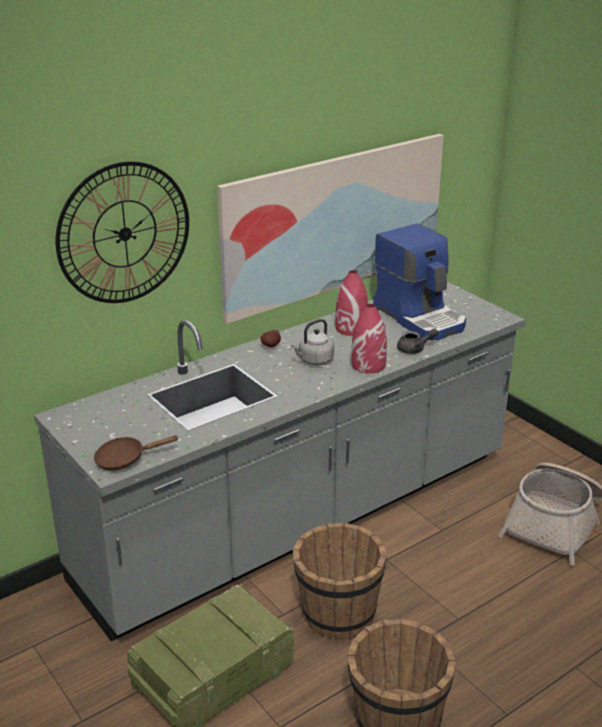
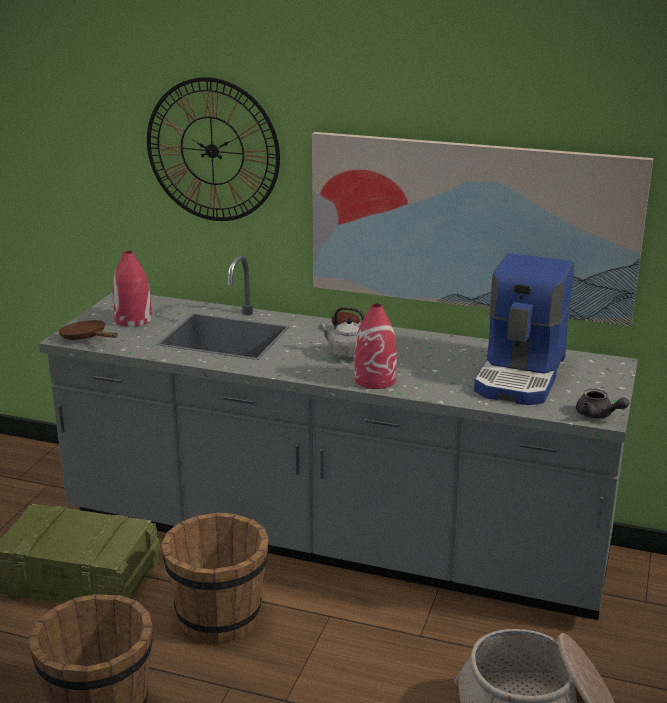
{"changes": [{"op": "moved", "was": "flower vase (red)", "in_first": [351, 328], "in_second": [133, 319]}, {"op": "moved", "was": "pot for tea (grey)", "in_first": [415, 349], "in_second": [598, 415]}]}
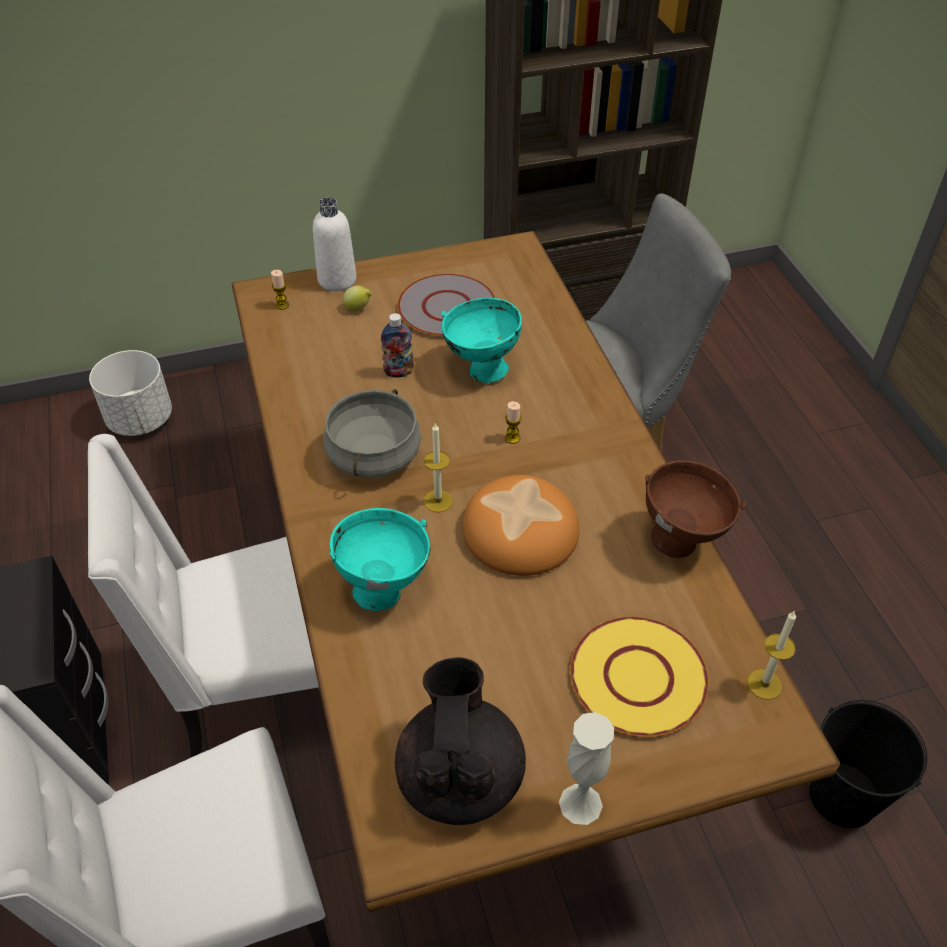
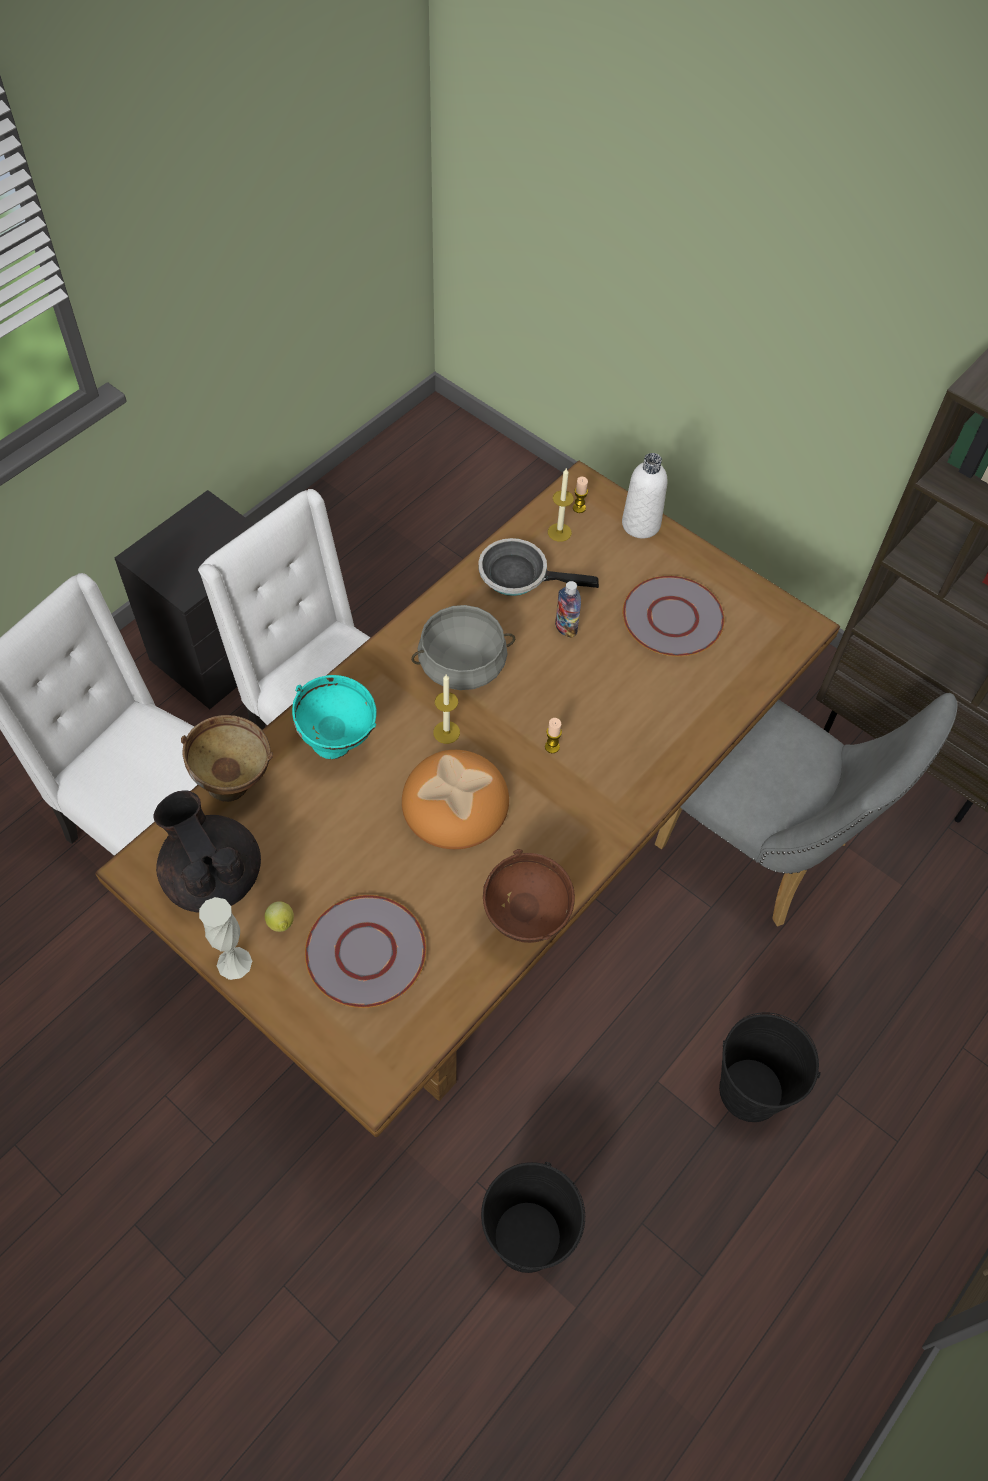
{"changes": [{"op": "moved", "was": "whole lemon", "in_first": [358, 309], "in_second": [281, 924]}, {"op": "removed", "was": "serving bowl (blue-green)", "in_first": [480, 369]}, {"op": "removed", "was": "plant pot (white)", "in_first": [140, 419]}, {"op": "moved", "was": "wax light", "in_first": [764, 684], "in_second": [559, 532]}, {"op": "recoloured", "was": "flat dish (yellow)", "now": "flat dish (grey)", "in_first": [638, 678], "in_second": [365, 953]}, {"op": "turned", "was": "pot for tea (black)", "in_first": [460, 776], "in_second": [213, 876], "clockwise": -90}, {"op": "added", "now": "frying pan", "in_second": [519, 575]}, {"op": "added", "now": "serving bowl (brown)", "in_second": [237, 785]}, {"op": "added", "now": "water bucket (black)", "in_second": [750, 1091]}]}
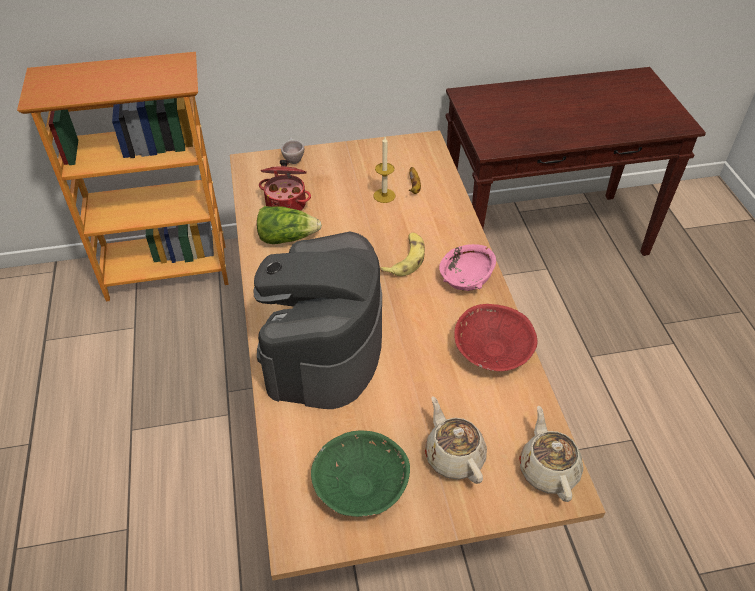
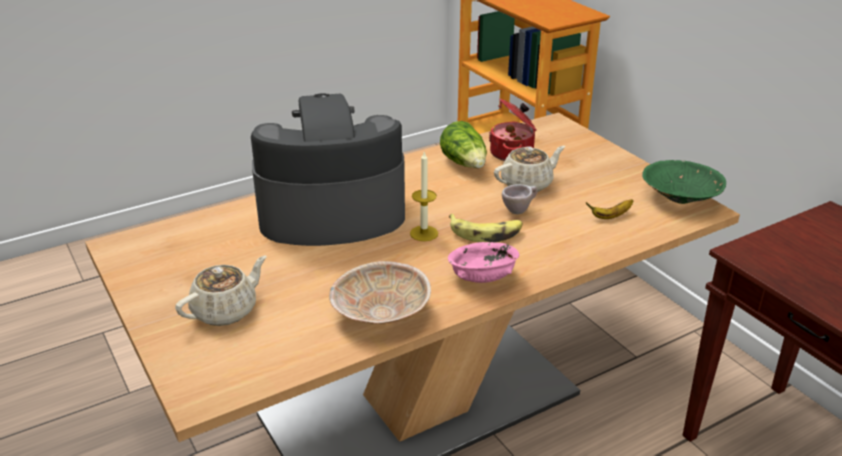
{"changes": [{"op": "moved", "was": "small cup (sand-coloured)", "in_first": [293, 159], "in_second": [519, 210]}, {"op": "moved", "was": "wax light", "in_first": [384, 195], "in_second": [424, 233]}, {"op": "recoloured", "was": "serving bowl (red)", "now": "serving bowl (sand-coloured)", "in_first": [492, 351], "in_second": [380, 313]}, {"op": "moved", "was": "pot for tea (sand-coloured)", "in_first": [548, 469], "in_second": [527, 184]}, {"op": "moved", "was": "serving bowl (green)", "in_first": [359, 485], "in_second": [679, 197]}]}
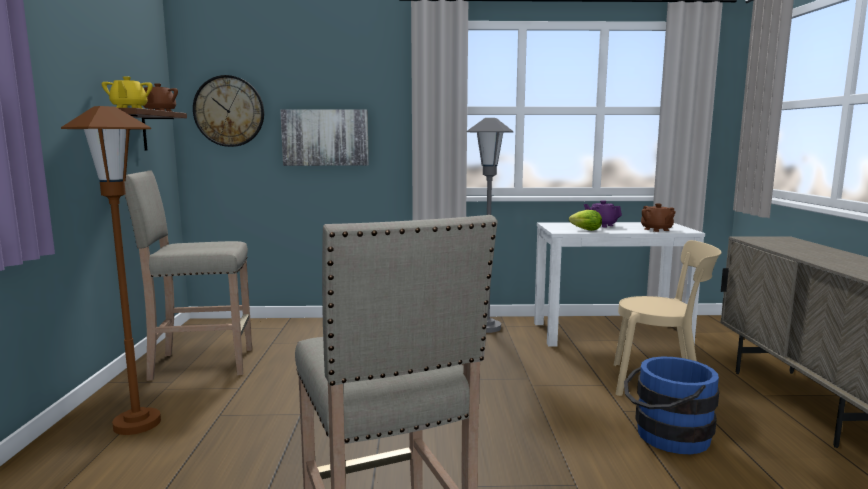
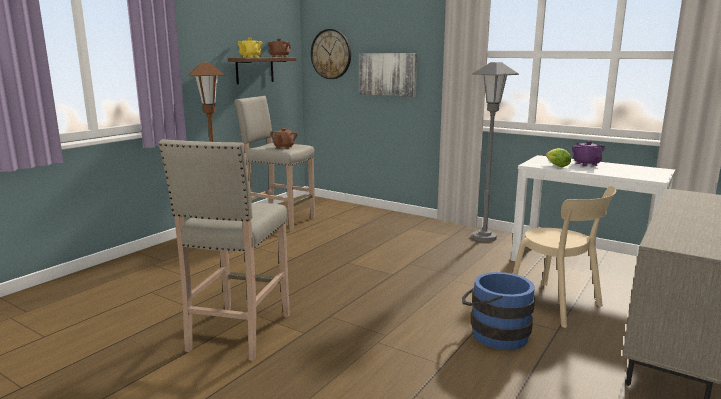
{"changes": [{"op": "moved", "was": "pot for tea (brown)", "in_first": [656, 230], "in_second": [284, 147]}]}
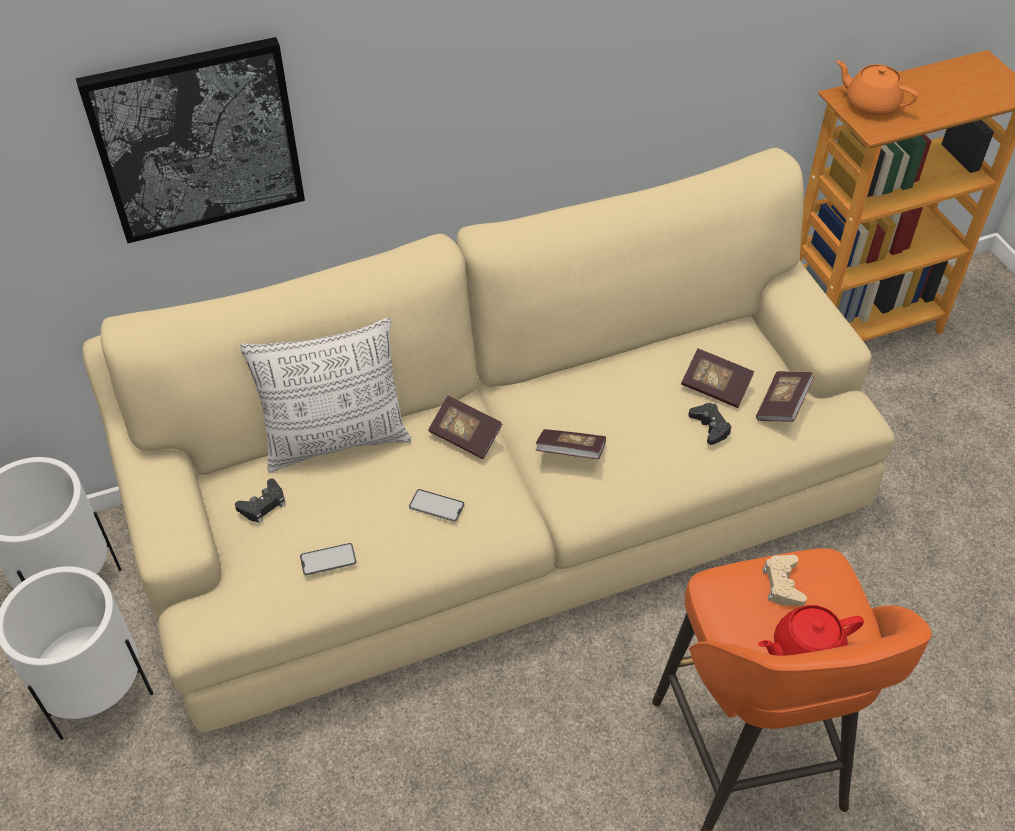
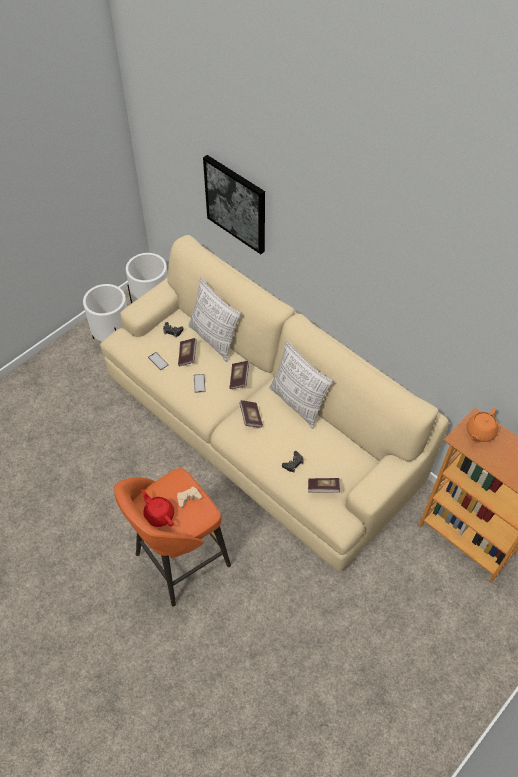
{"changes": [{"op": "turned", "was": "pot for tea (orange)", "in_first": [871, 104], "in_second": [480, 432], "clockwise": -150}, {"op": "moved", "was": "bound book", "in_first": [715, 387], "in_second": [187, 356]}, {"op": "added", "now": "throw pillow", "in_second": [297, 403]}]}
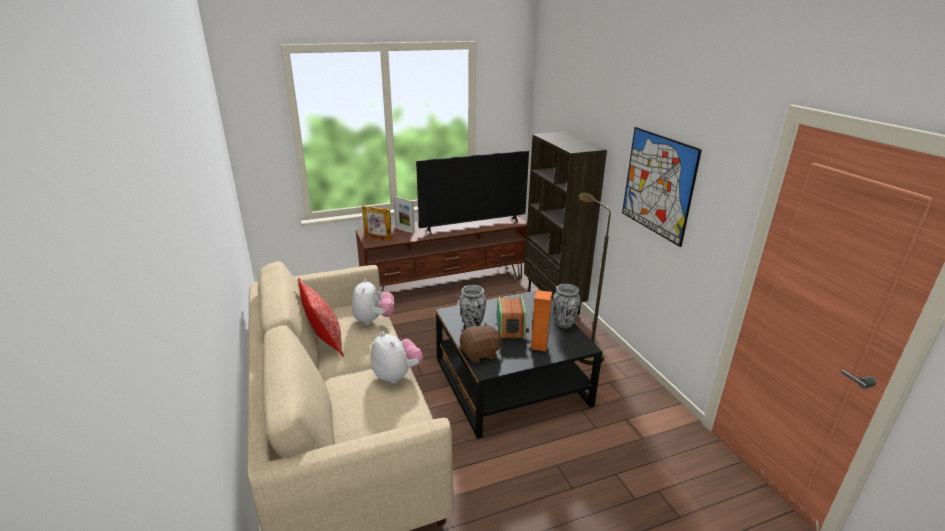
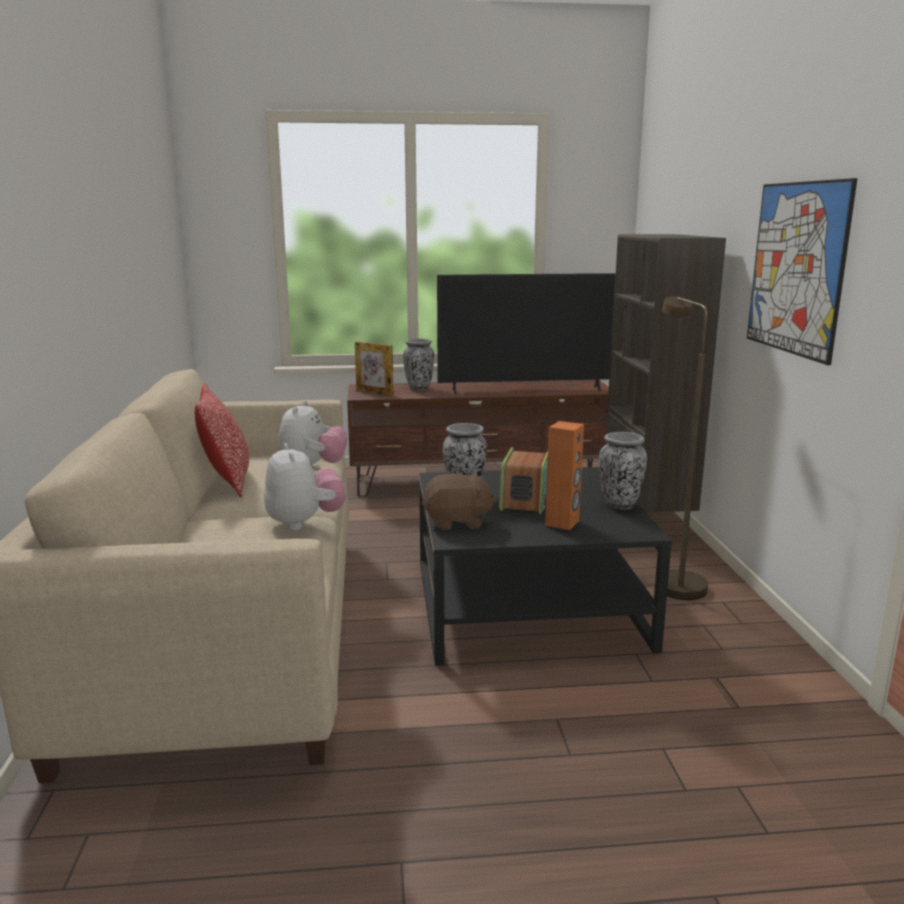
{"changes": [{"op": "replaced", "was": "picture frame", "now": "flower vase", "in_first": [405, 230], "in_second": [419, 388]}]}
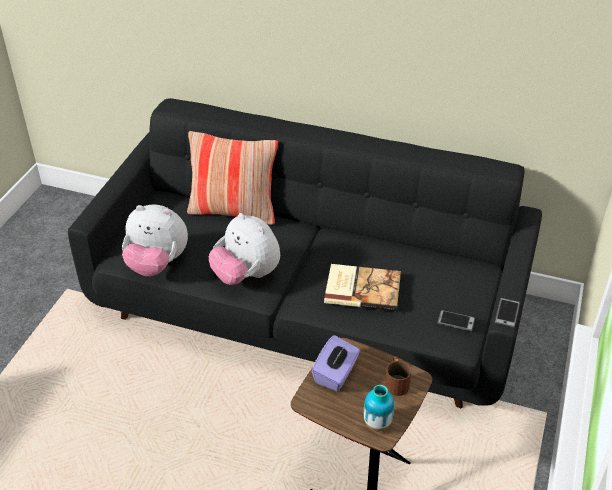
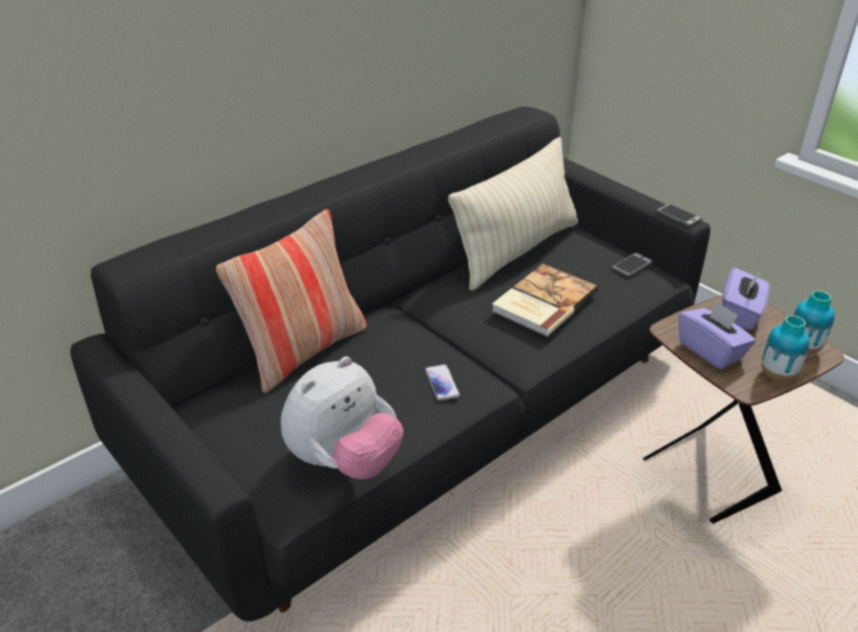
{"changes": [{"op": "replaced", "was": "plush toy", "now": "handset", "in_first": [246, 275], "in_second": [442, 383]}, {"op": "replaced", "was": "coffee mug (brown)", "now": "tissue box (purple-coloured)", "in_first": [396, 381], "in_second": [740, 314]}, {"op": "added", "now": "throw pillow (sand-coloured)", "in_second": [516, 250]}, {"op": "added", "now": "flower vase", "in_second": [777, 375]}]}
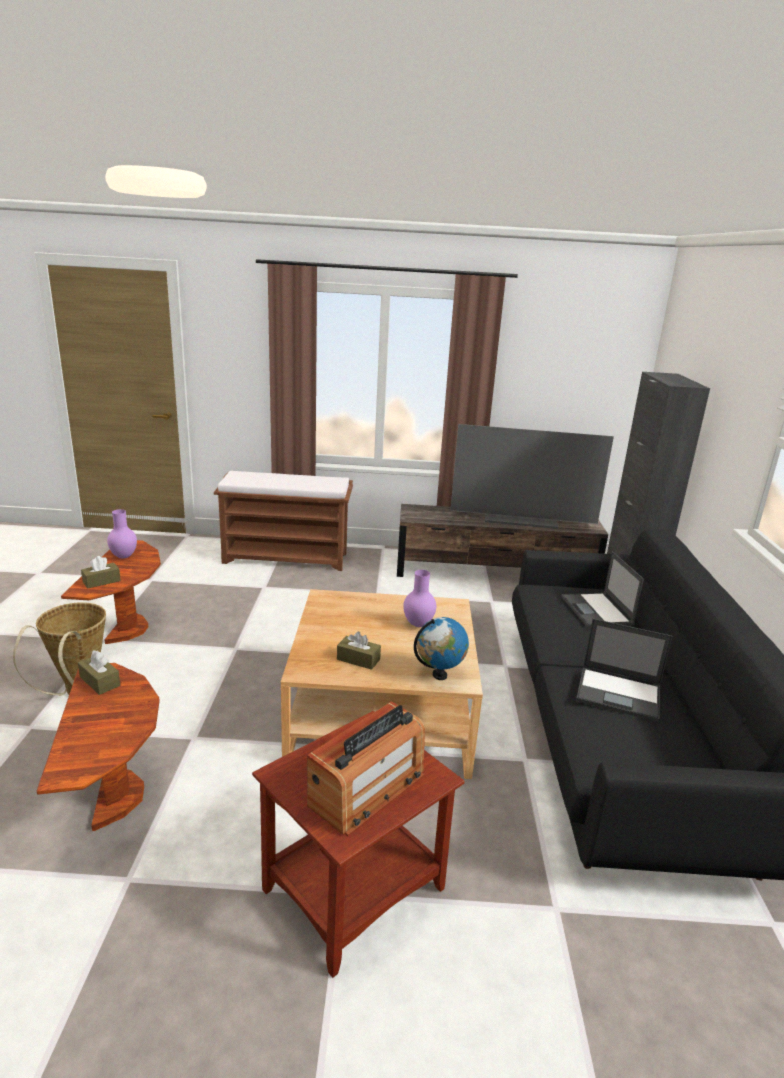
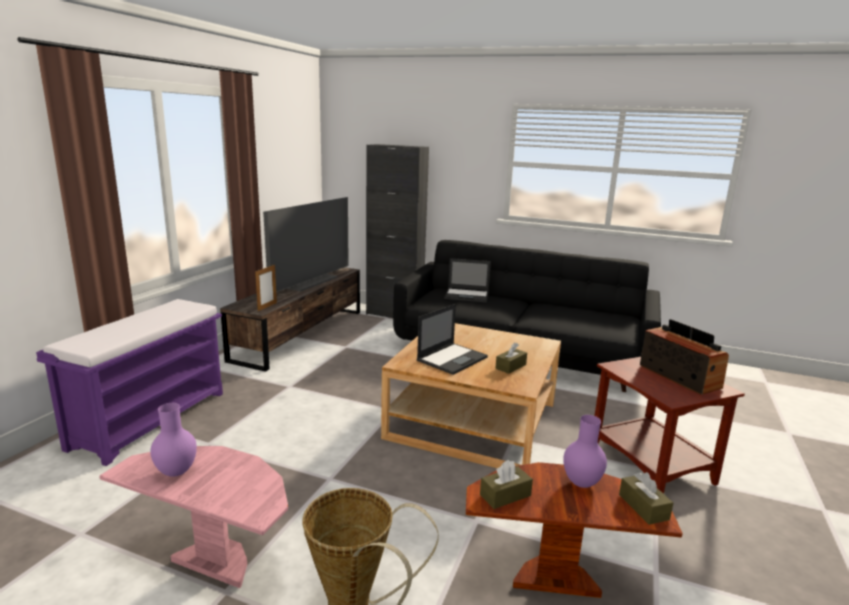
{"changes": [{"op": "recoloured", "was": "bench (brown)", "now": "bench (purple-coloured)", "in_first": [287, 557], "in_second": [151, 418]}, {"op": "recoloured", "was": "end table (brown)", "now": "end table (pink-coloured)", "in_first": [127, 629], "in_second": [215, 563]}, {"op": "moved", "was": "tissue box (brown)", "in_first": [101, 581], "in_second": [643, 507]}, {"op": "moved", "was": "flower vase (purple-coloured)", "in_first": [418, 624], "in_second": [580, 483]}, {"op": "removed", "was": "desk globe", "in_first": [439, 675]}, {"op": "moved", "was": "notebook computer", "in_first": [619, 694], "in_second": [452, 358]}, {"op": "added", "now": "picture frame", "in_second": [267, 307]}]}
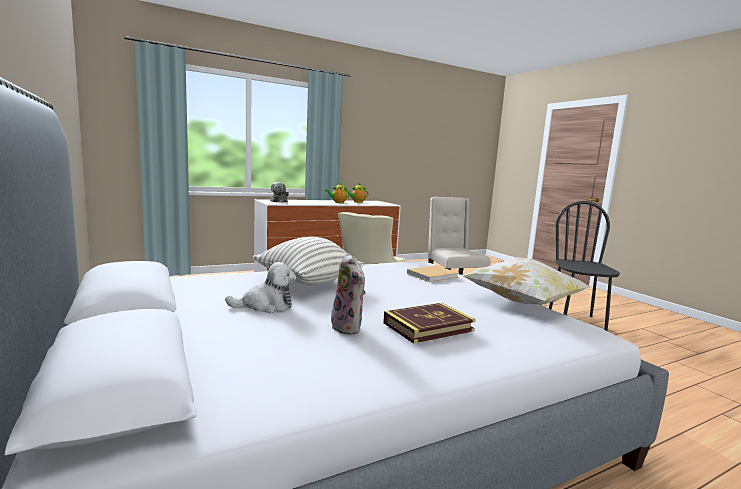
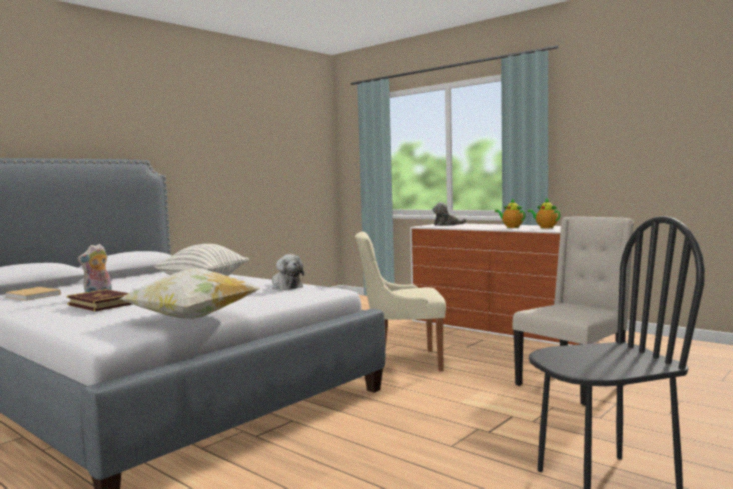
{"changes": [{"op": "moved", "was": "plush toy", "in_first": [265, 306], "in_second": [286, 286]}, {"op": "moved", "was": "bound book (sand-coloured)", "in_first": [433, 275], "in_second": [33, 296]}]}
